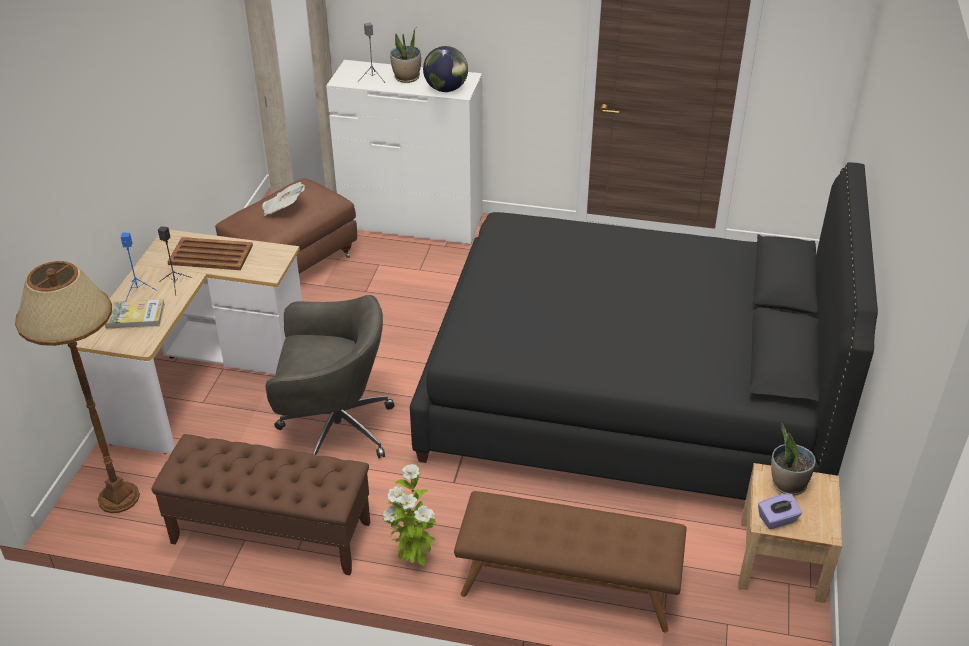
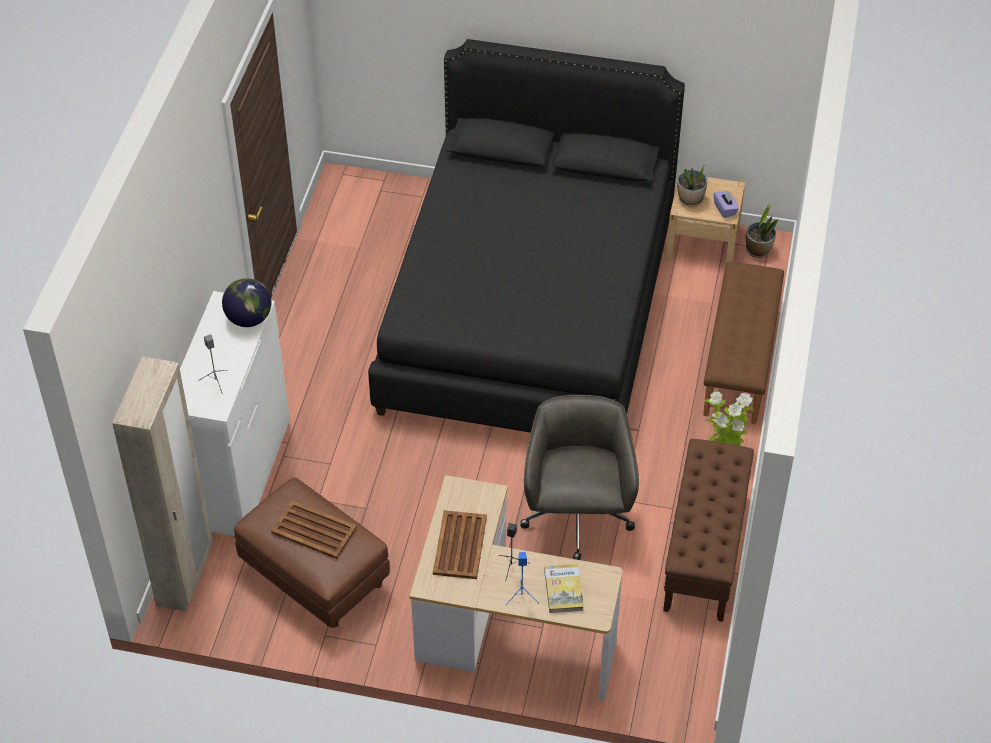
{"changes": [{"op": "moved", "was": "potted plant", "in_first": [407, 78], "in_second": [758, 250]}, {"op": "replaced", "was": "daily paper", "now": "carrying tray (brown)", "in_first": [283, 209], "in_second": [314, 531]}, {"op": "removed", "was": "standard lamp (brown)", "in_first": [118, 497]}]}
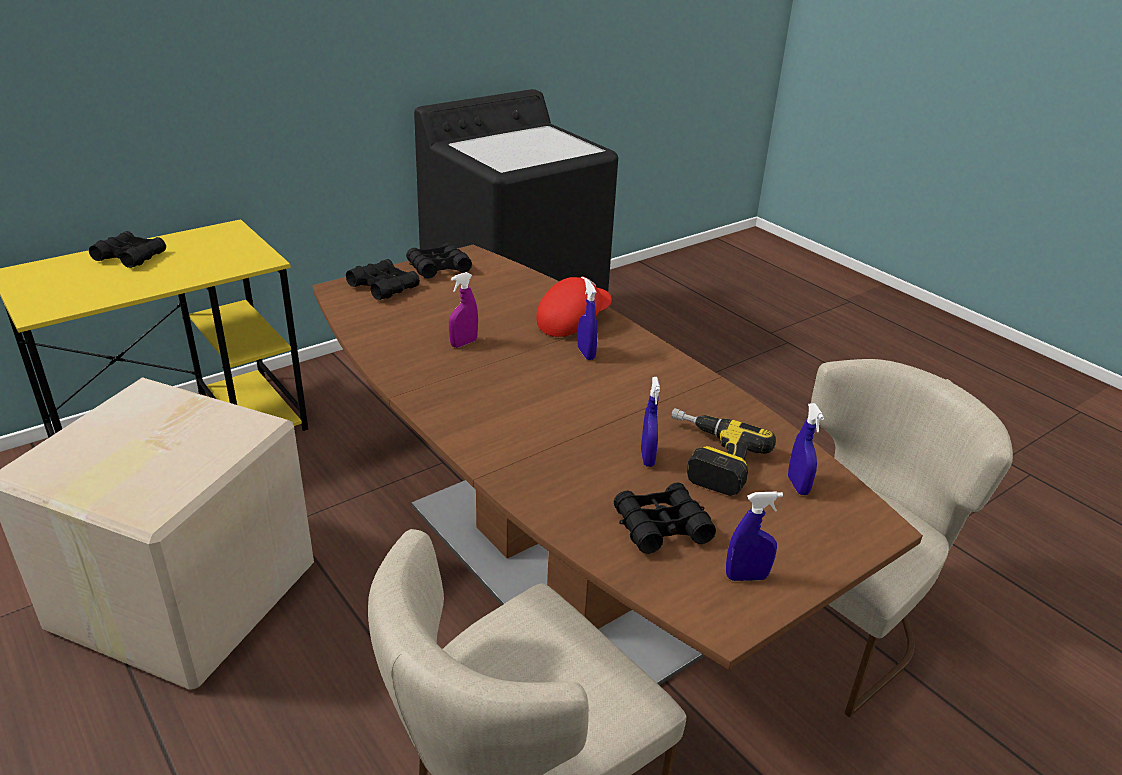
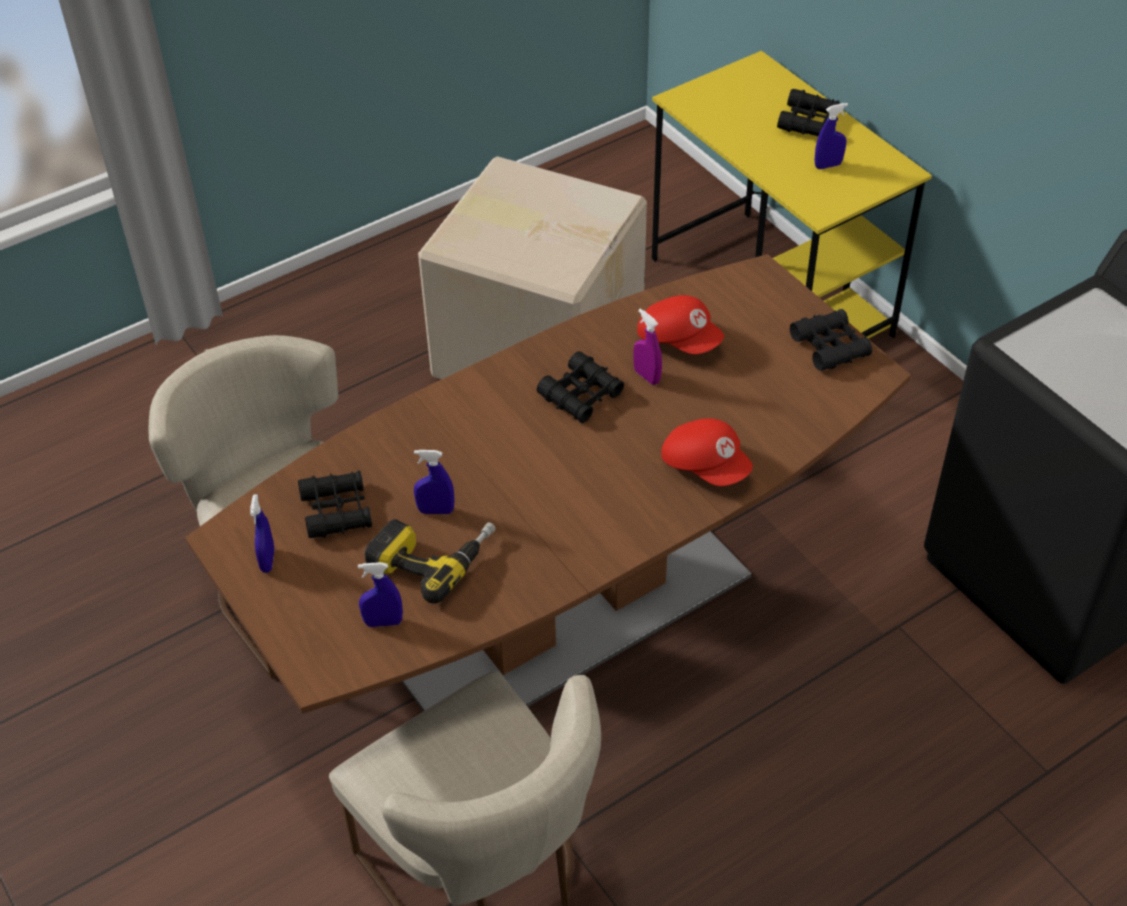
{"changes": [{"op": "moved", "was": "pair of binoculars (black)", "in_first": [383, 287], "in_second": [581, 395]}, {"op": "moved", "was": "spray bottle (blue)", "in_first": [586, 353], "in_second": [828, 165]}, {"op": "added", "now": "baseball cap (red)", "in_second": [679, 339]}]}
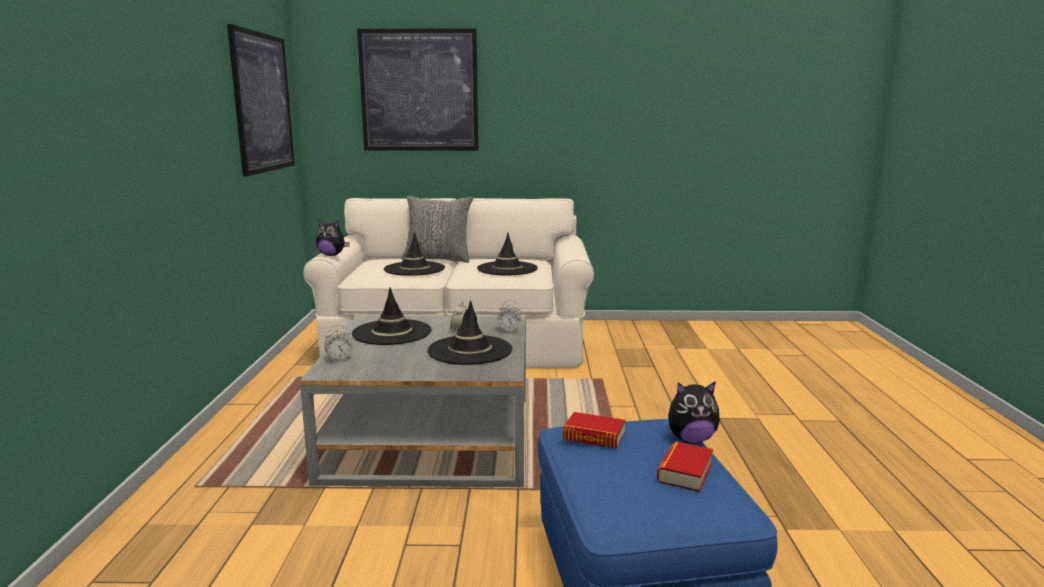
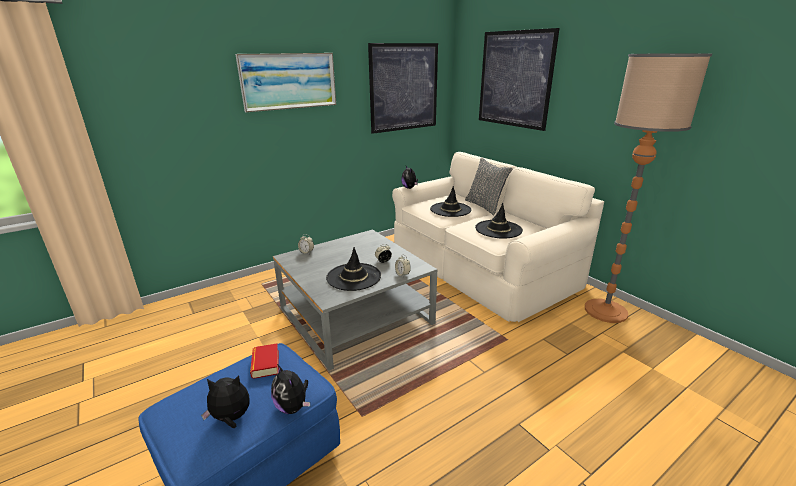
{"changes": [{"op": "removed", "was": "hat (black)", "in_first": [392, 333]}, {"op": "replaced", "was": "bound book", "now": "plush toy", "in_first": [685, 472], "in_second": [231, 418]}, {"op": "added", "now": "wall picture", "in_second": [289, 81]}, {"op": "added", "now": "standard lamp", "in_second": [606, 311]}]}
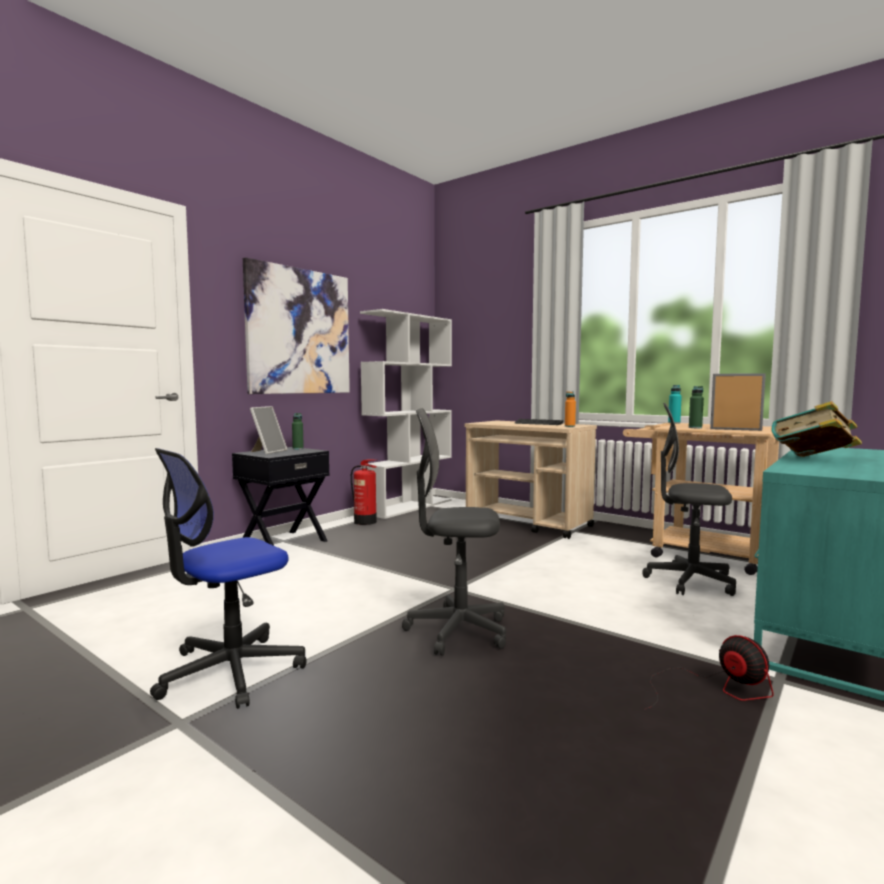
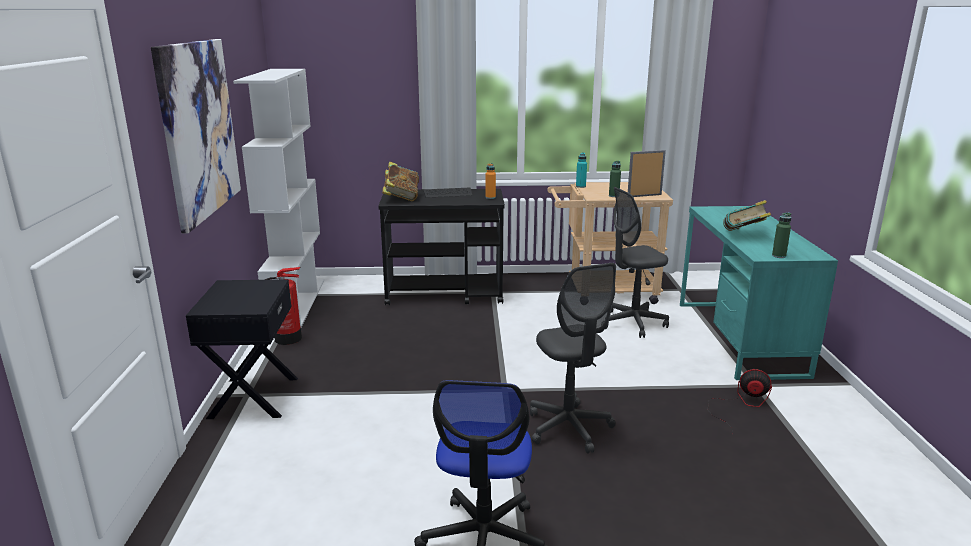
{"changes": [{"op": "removed", "was": "picture frame", "in_first": [268, 452]}, {"op": "turned", "was": "desk chair (grey)", "in_first": [457, 631], "in_second": [569, 428], "clockwise": -75}, {"op": "moved", "was": "bottle (green)", "in_first": [298, 448], "in_second": [778, 256]}, {"op": "recoloured", "was": "wheeled cart (sand-coloured)", "now": "wheeled cart (black)", "in_first": [528, 523], "in_second": [445, 293]}, {"op": "added", "now": "bound book", "in_second": [401, 198]}]}
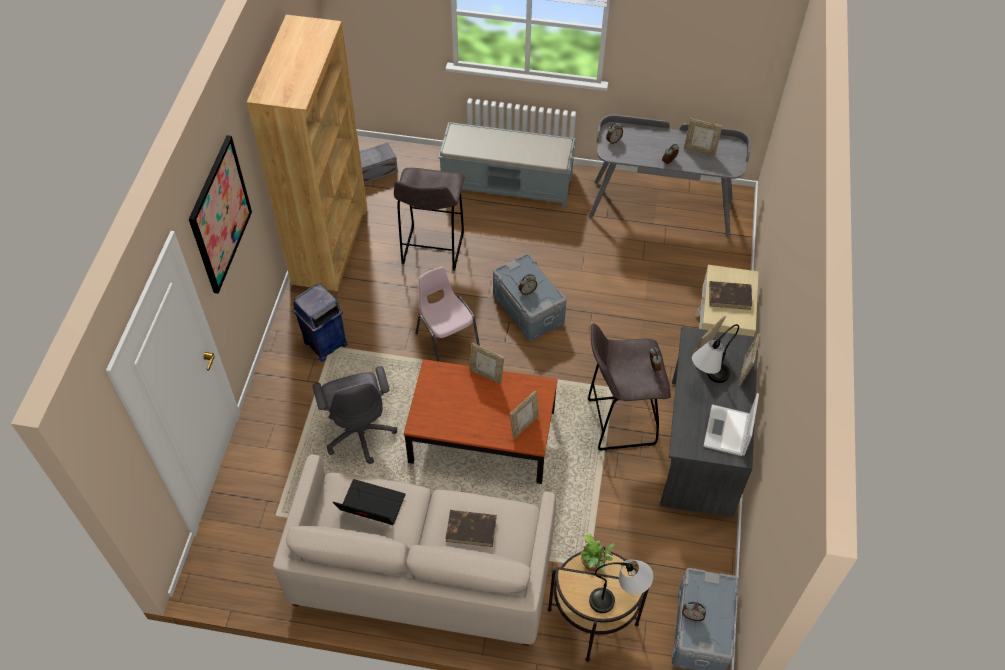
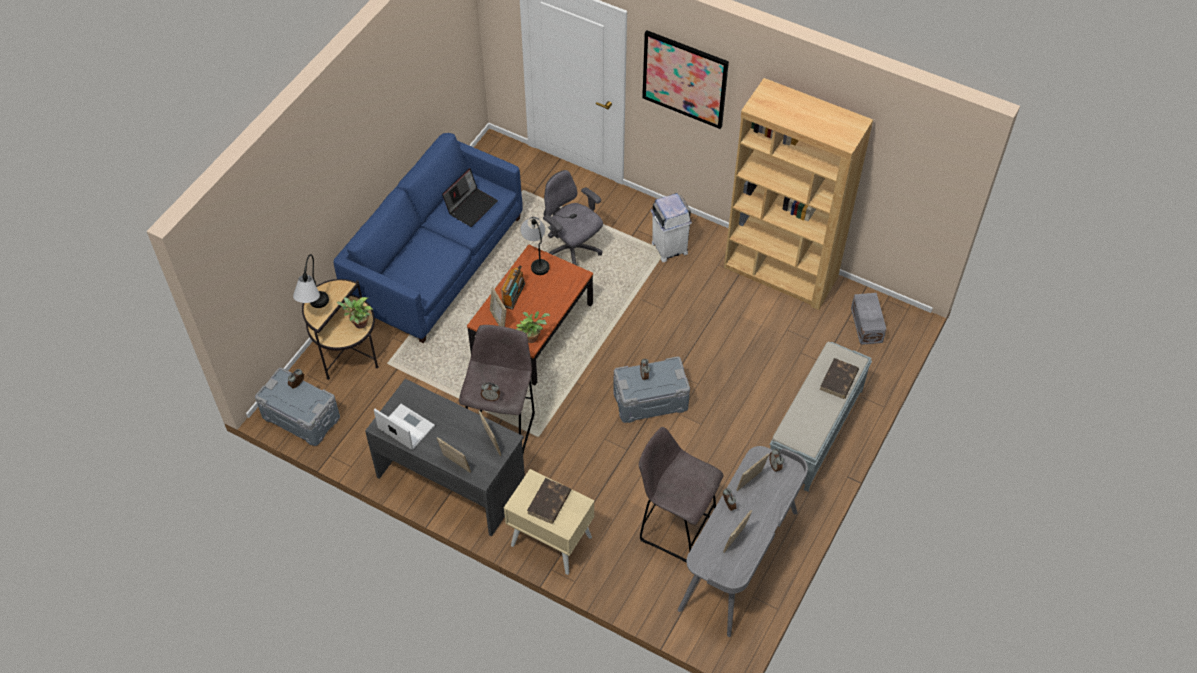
{"changes": [{"op": "moved", "was": "stool seat (grey)", "in_first": [432, 250], "in_second": [675, 528]}, {"op": "removed", "was": "plain chair (pink-coloured)", "in_first": [447, 342]}, {"op": "recoloured", "was": "waste bin (blue)", "now": "waste bin (white)", "in_first": [324, 344], "in_second": [669, 248]}, {"op": "moved", "was": "table lamp", "in_first": [706, 381], "in_second": [536, 258]}, {"op": "moved", "was": "picture frame", "in_first": [486, 375], "in_second": [750, 482]}, {"op": "turned", "was": "desk chair (grey)", "in_first": [360, 432], "in_second": [572, 252], "clockwise": 45}, {"op": "recoloured", "was": "sofa (sand-coloured)", "now": "sofa (blue)", "in_first": [422, 571], "in_second": [436, 262]}, {"op": "moved", "was": "bound book (brown)", "in_first": [471, 529], "in_second": [838, 380]}, {"op": "added", "now": "radio", "in_second": [513, 295]}, {"op": "added", "now": "potted plant", "in_second": [532, 337]}]}
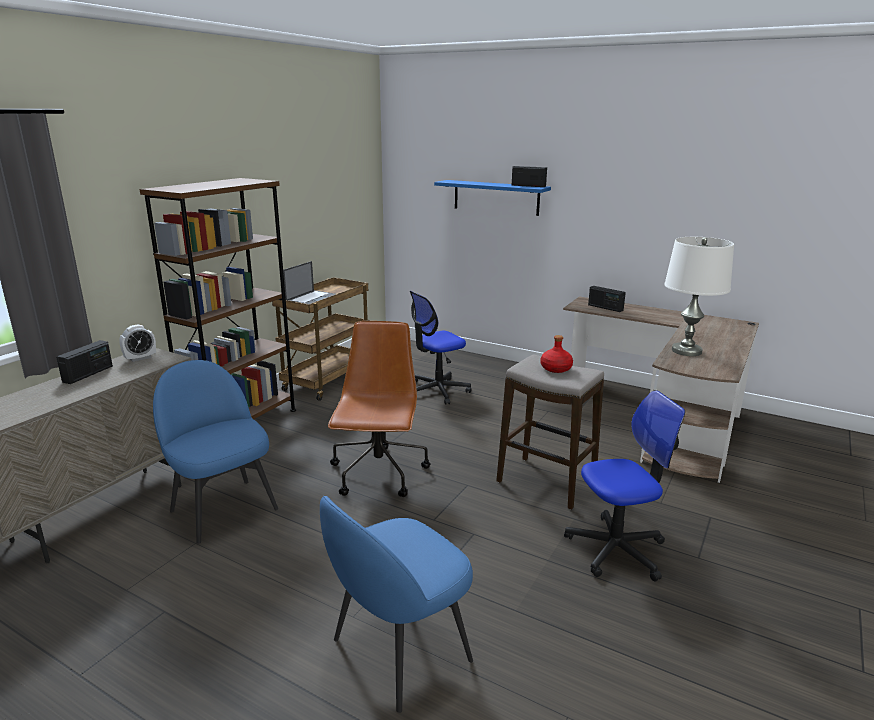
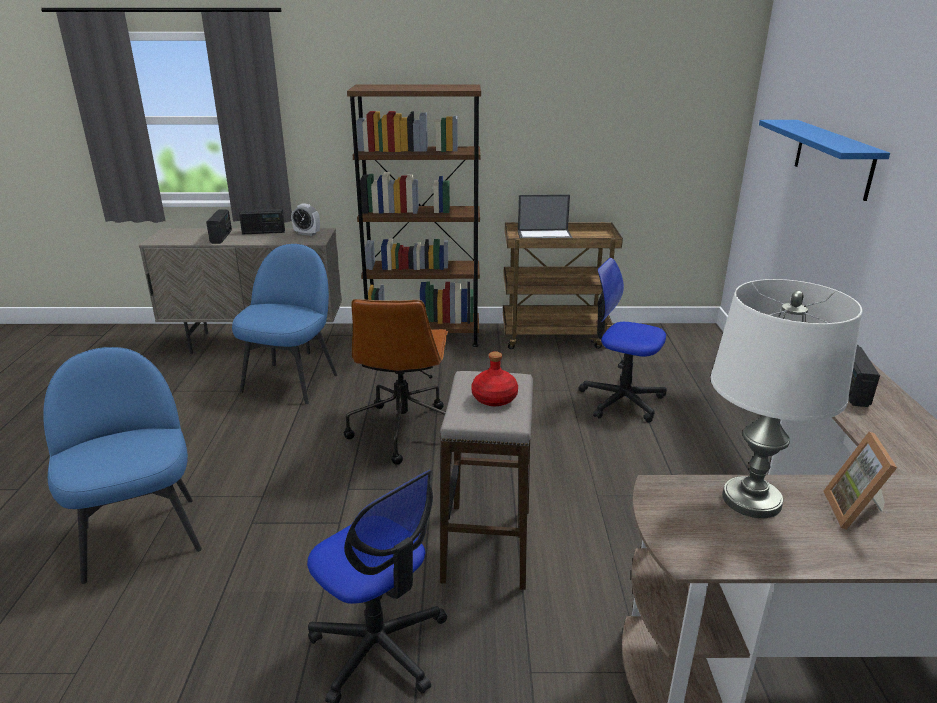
{"changes": [{"op": "moved", "was": "radio", "in_first": [528, 186], "in_second": [221, 237]}, {"op": "turned", "was": "desk chair (brown)", "in_first": [379, 474], "in_second": [403, 429], "clockwise": 120}, {"op": "turned", "was": "plain chair (blue)", "in_first": [398, 652], "in_second": [141, 535], "clockwise": 45}, {"op": "added", "now": "picture frame", "in_second": [856, 512]}]}
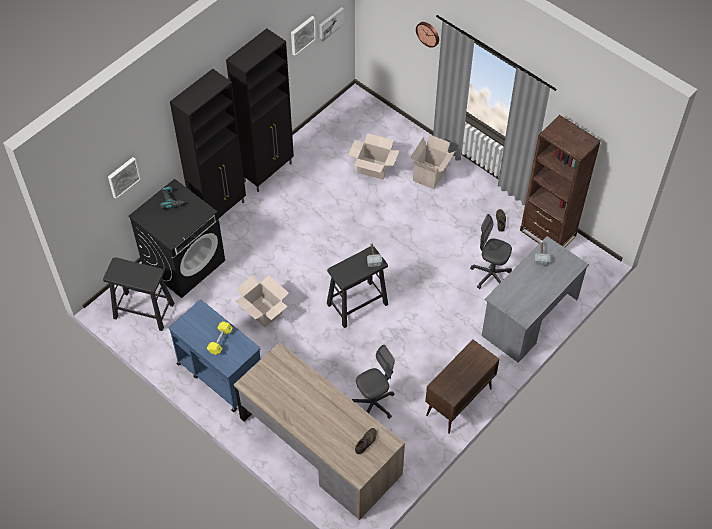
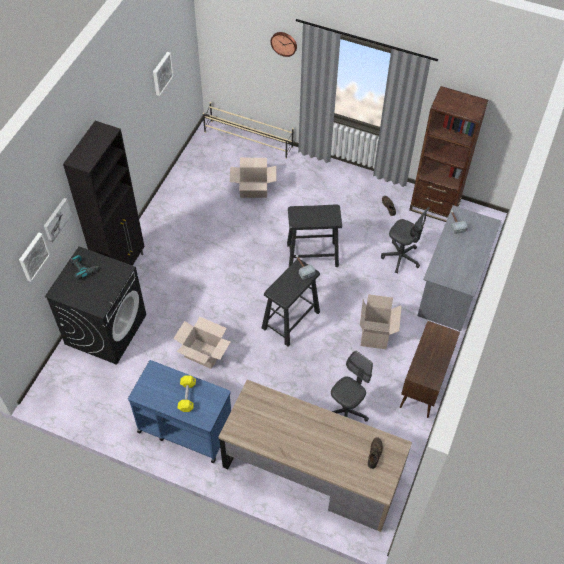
{"changes": [{"op": "moved", "was": "wall picture", "in_first": [330, 23], "in_second": [56, 219]}, {"op": "removed", "was": "storage cabinet (black)", "in_first": [268, 172]}, {"op": "moved", "was": "packing box", "in_first": [430, 176], "in_second": [375, 335]}, {"op": "turned", "was": "desk chair (grey)", "in_first": [490, 275], "in_second": [401, 258], "clockwise": -150}, {"op": "moved", "was": "stool seat (black)", "in_first": [144, 311], "in_second": [313, 255]}, {"op": "added", "now": "shoe rack (sand-coloured)", "in_second": [248, 139]}]}
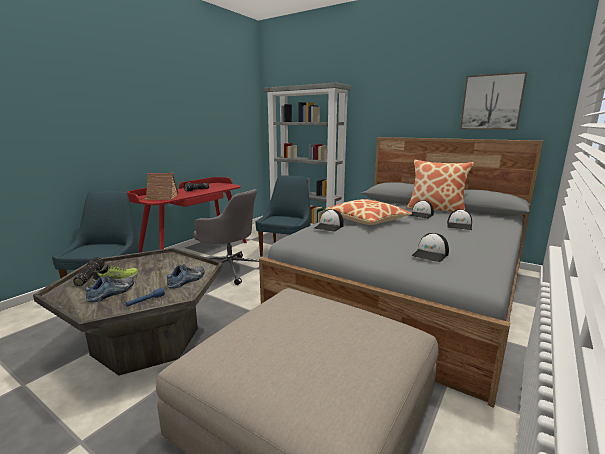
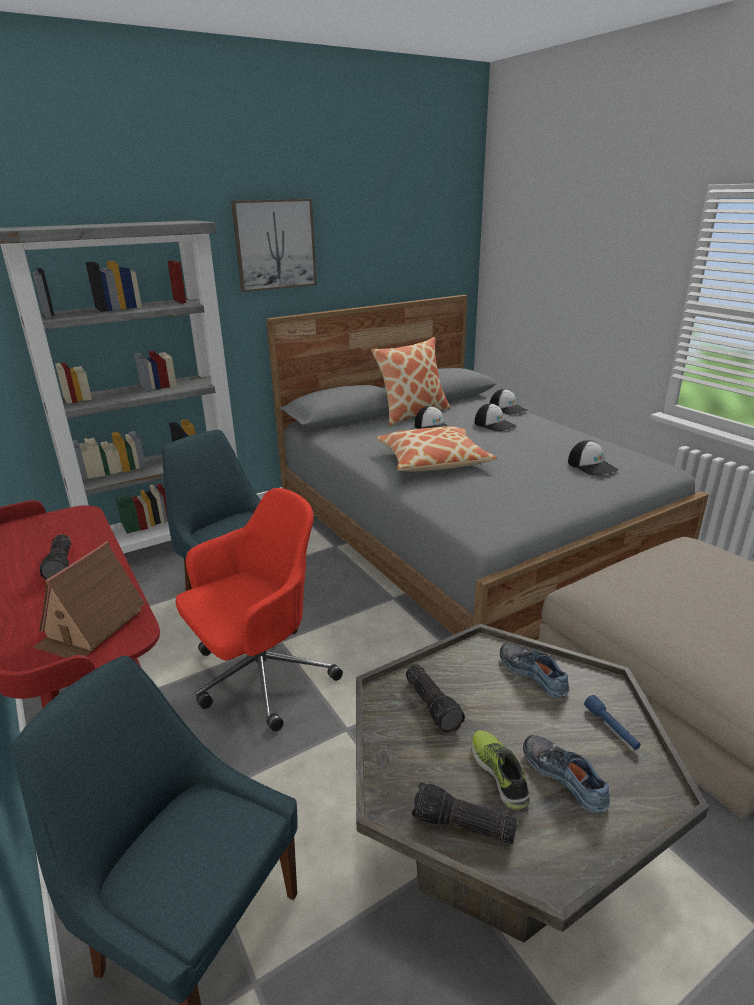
{"changes": [{"op": "moved", "was": "wall picture", "in_first": [491, 102], "in_second": [275, 245]}, {"op": "recoloured", "was": "desk chair (grey)", "now": "desk chair (red)", "in_first": [230, 270], "in_second": [260, 676]}, {"op": "moved", "was": "baseball cap", "in_first": [329, 227], "in_second": [507, 409]}, {"op": "added", "now": "flashlight", "in_second": [433, 705]}]}
